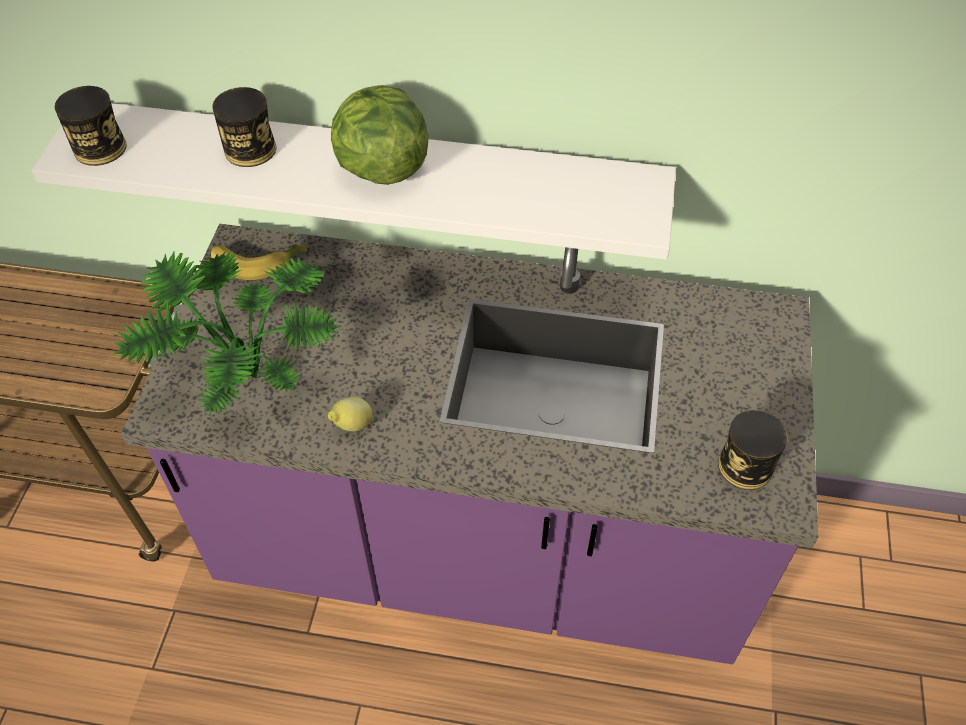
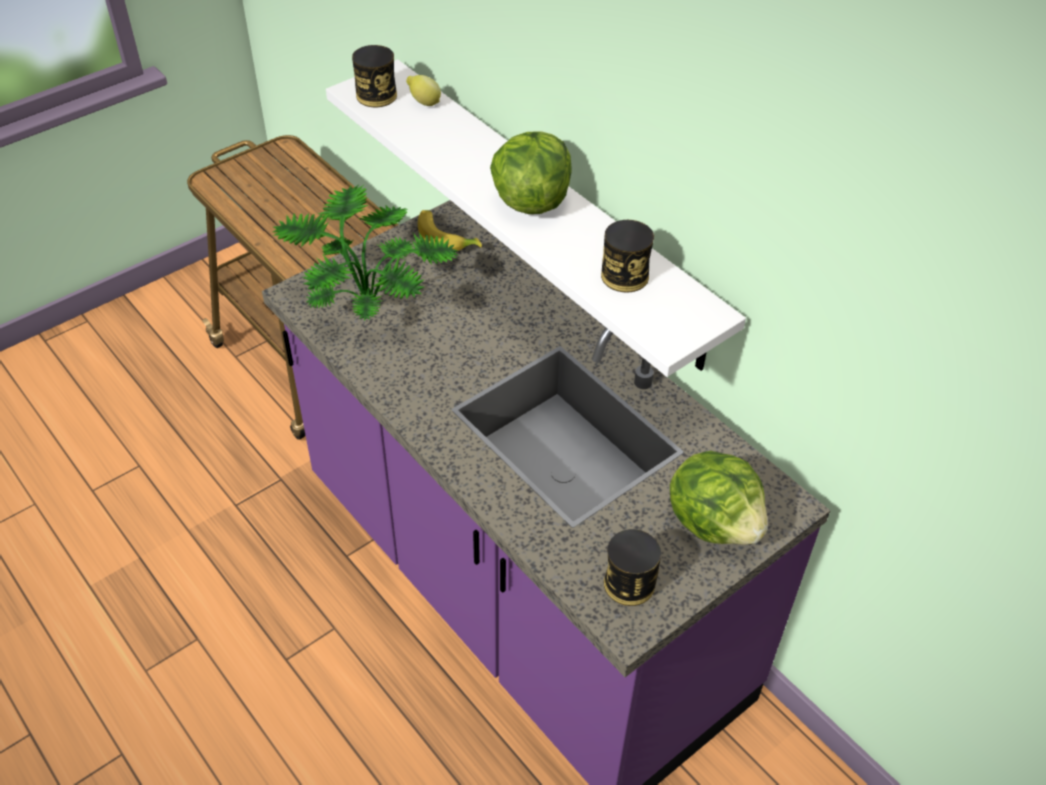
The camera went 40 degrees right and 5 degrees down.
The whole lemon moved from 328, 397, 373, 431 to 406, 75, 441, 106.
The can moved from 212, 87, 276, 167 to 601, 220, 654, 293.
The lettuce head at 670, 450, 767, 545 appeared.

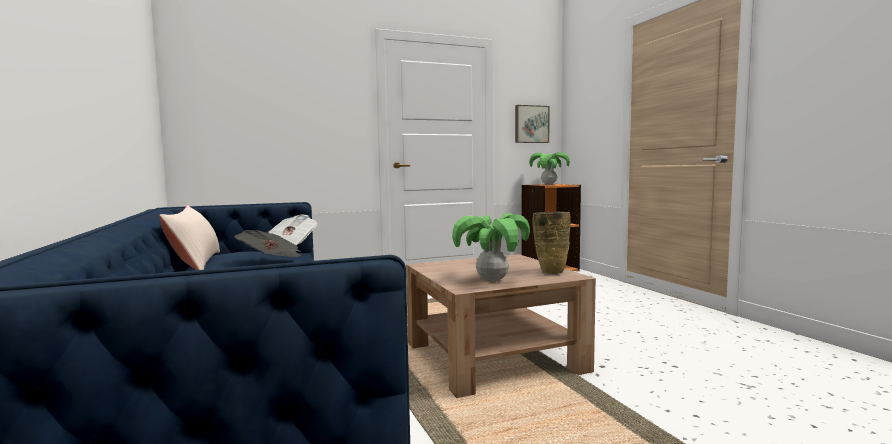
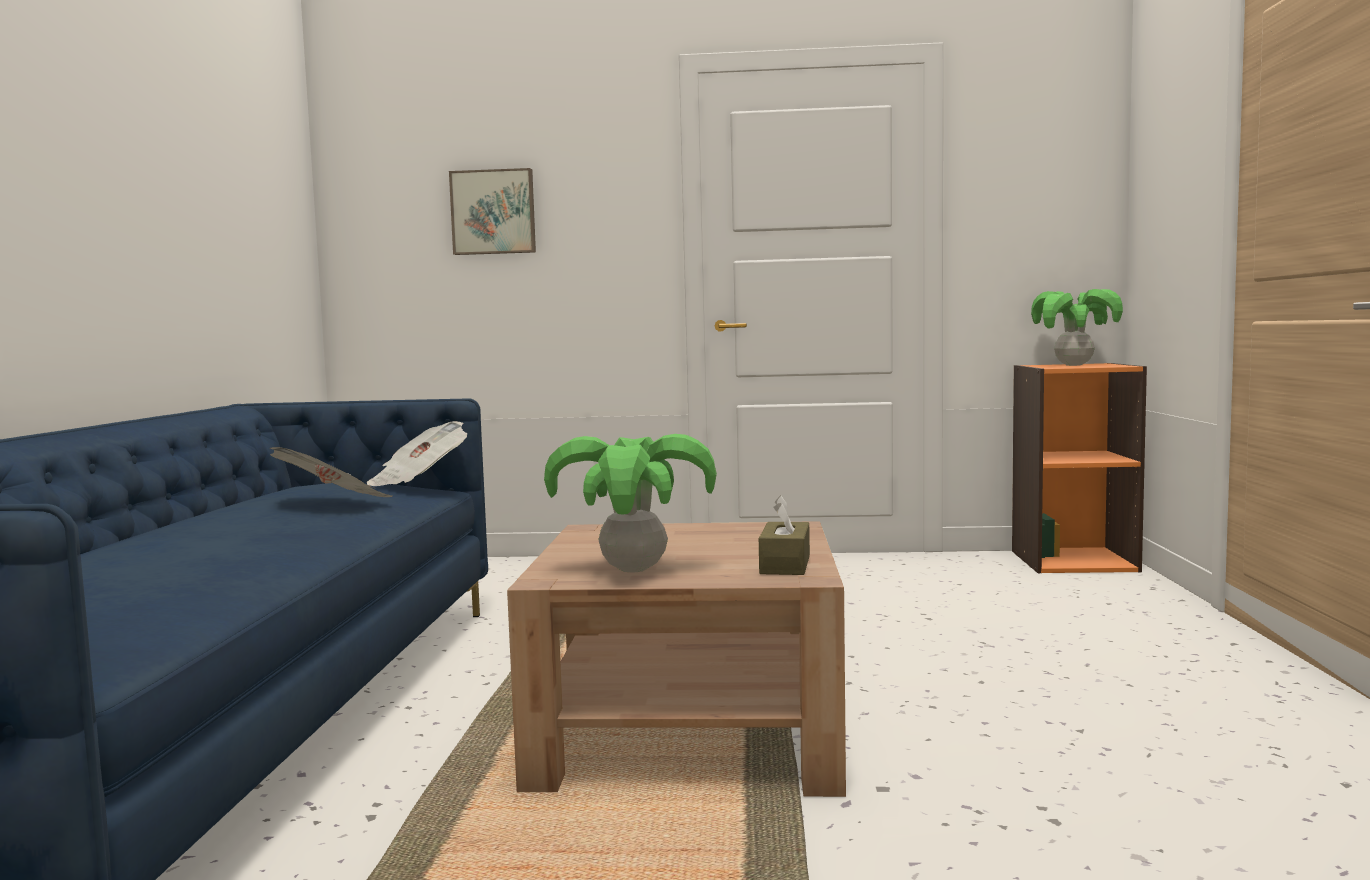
The camera went 25 degrees right and 0 degrees up.
The picture moved from 515, 105, 550, 143 to 449, 168, 536, 255.
The beige flower vase at 532, 212, 571, 274 was replaced by the brownish tissue box at 759, 495, 810, 575.
The beige pillow at 159, 205, 220, 270 disappeared.

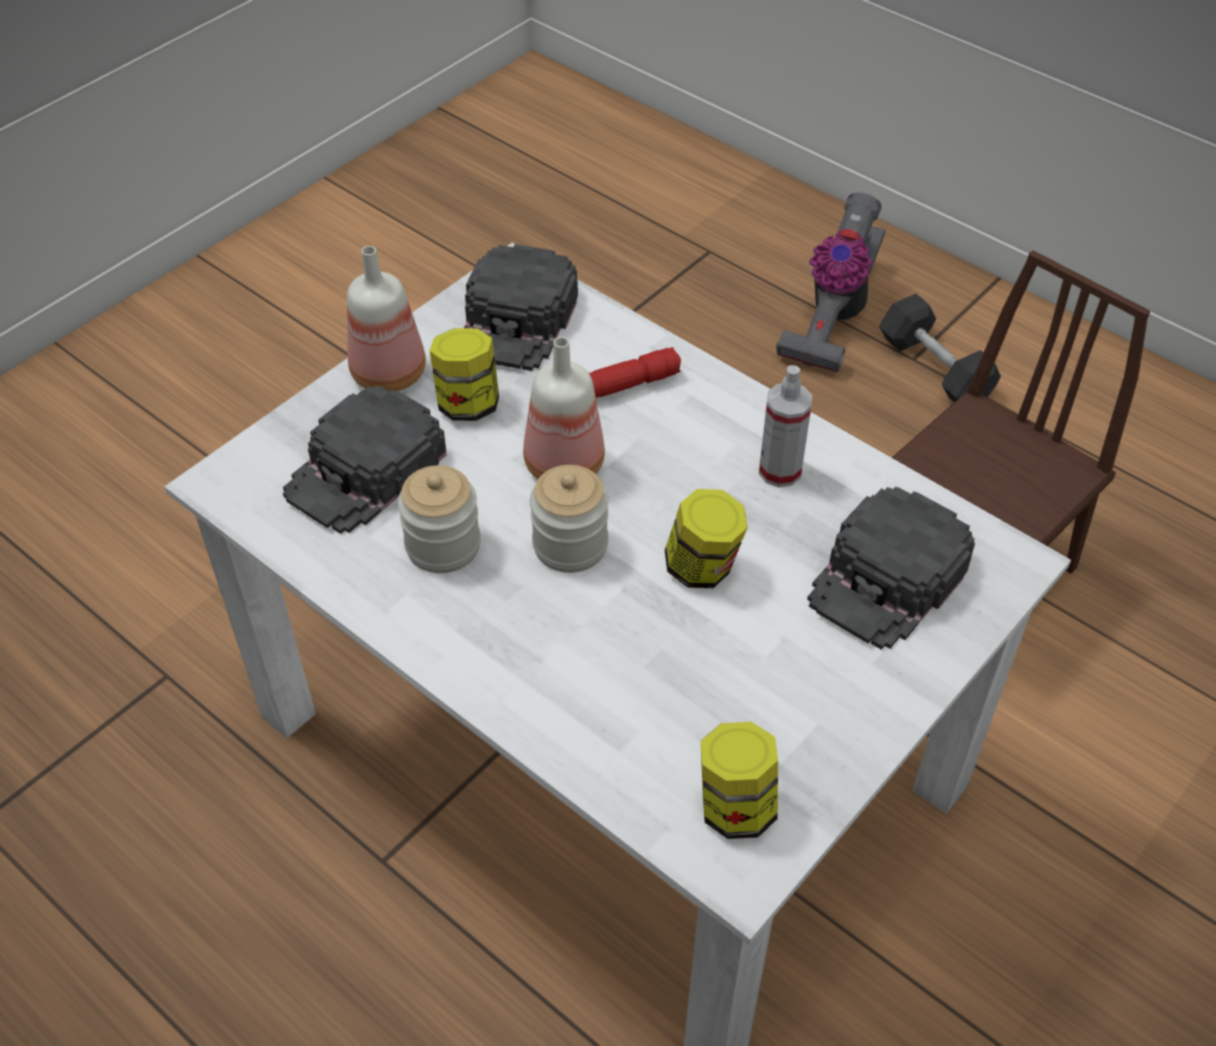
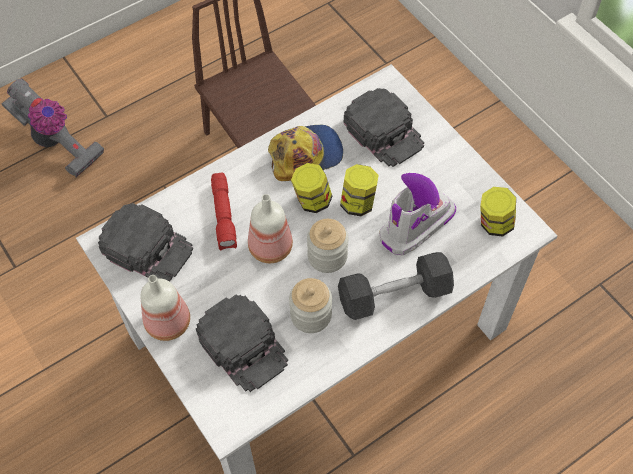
The camera went 75 degrees left and 10 degrees up.
The sprayer at 759, 365, 812, 487 was replaced by the cap at 268, 125, 343, 181.
The jar moved from 430, 328, 499, 421 to 291, 163, 332, 213.
The greyish dumbbell moved from 879, 293, 1001, 402 to 338, 252, 454, 320.
The high-top boot at 380, 173, 456, 256 appeared.

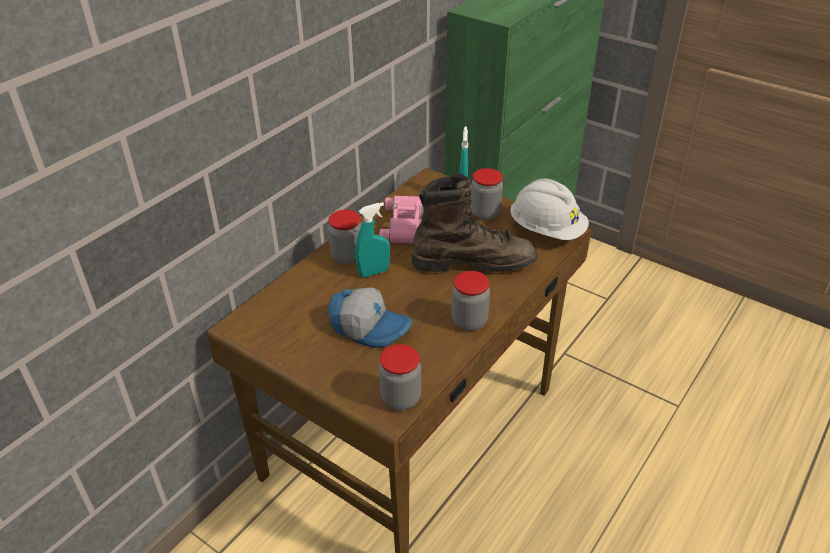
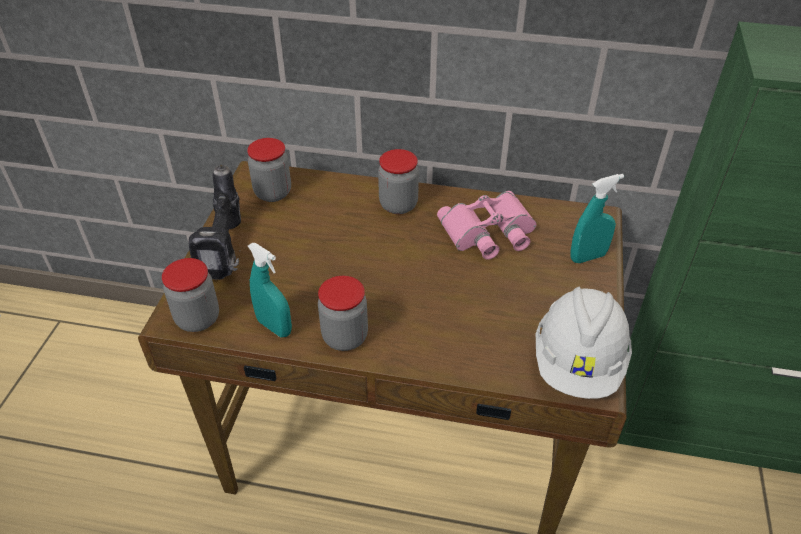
The camera went 65 degrees right and 5 degrees up.
The drill at 189, 165, 241, 280 appeared.
The jar moved from 470, 168, 503, 220 to 247, 138, 291, 202.
The turquoise-coloured sprayer moved from 355, 202, 390, 277 to 248, 243, 292, 337.
The cap at 328, 287, 412, 348 disappeared.
The brownish high-top boot at 412, 173, 537, 272 disappeared.

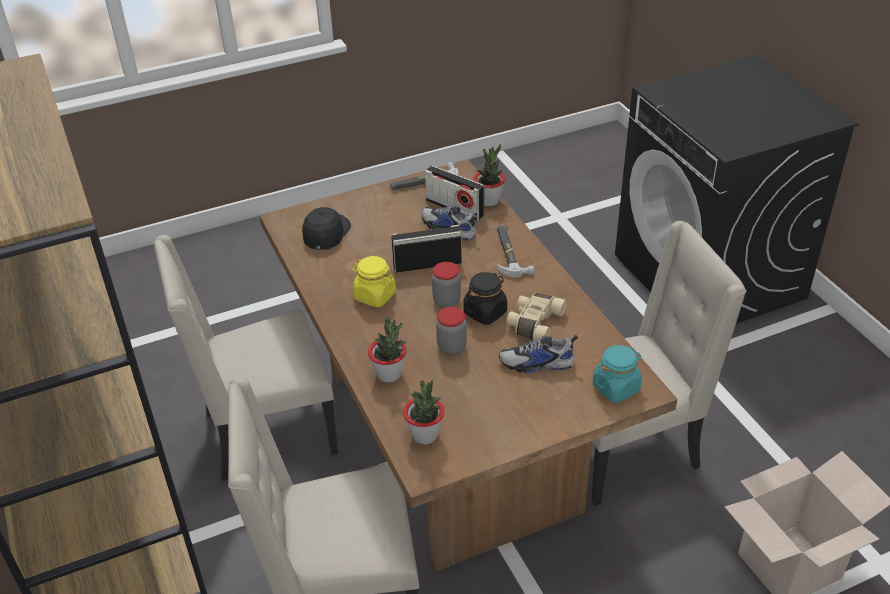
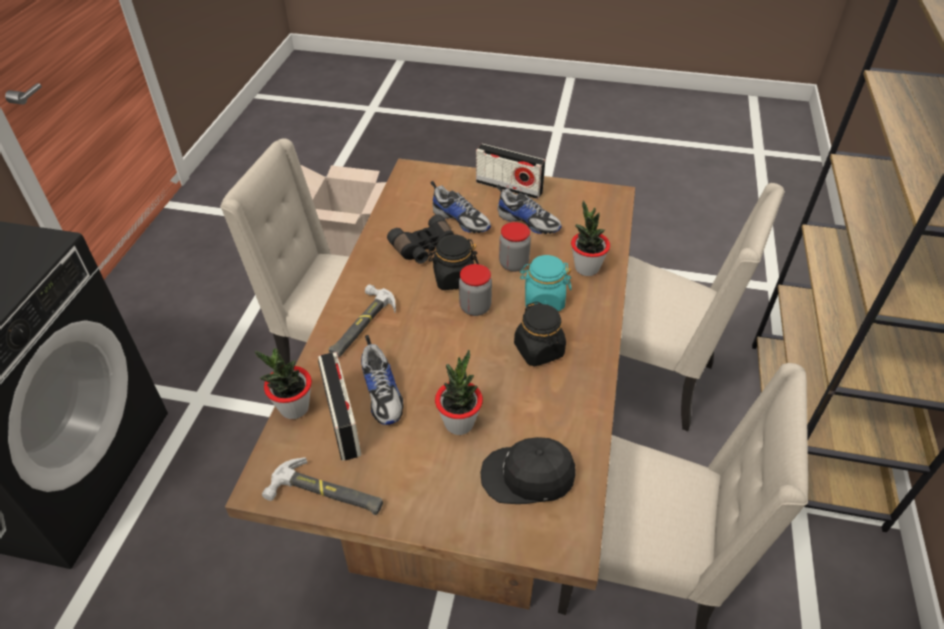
The camera went 145 degrees left and 5 degrees up.
The beige binoculars at 506, 293, 566, 341 became the black binoculars at 387, 214, 454, 264.
The plant in a pot moved from 403, 380, 445, 444 to 435, 350, 483, 435.
The radio receiver moved from 391, 225, 462, 273 to 476, 144, 545, 199.
The black cap at 302, 207, 351, 250 turned 45 degrees clockwise.
The low shoe at 497, 184, 562, 234 appeared.
The yellow-coloured jar at 352, 256, 396, 307 became the black jar at 514, 301, 566, 367.
The turquoise-coloured jar moved from 593, 345, 642, 403 to 520, 255, 572, 311.

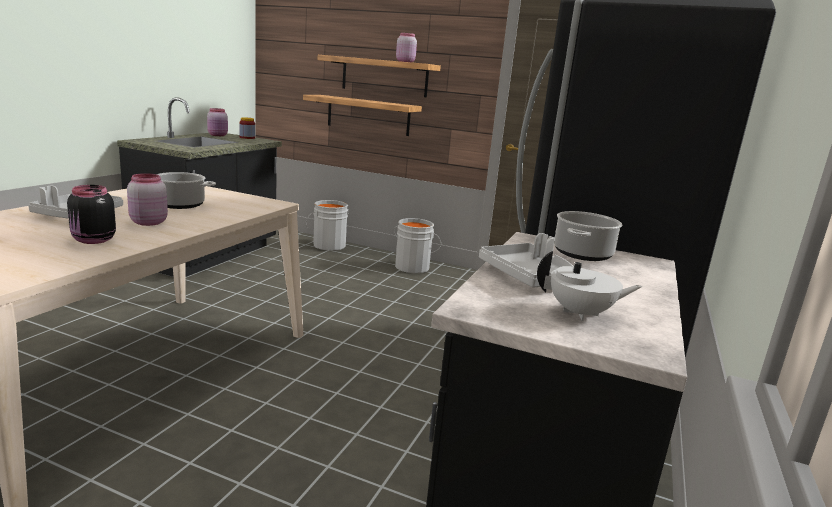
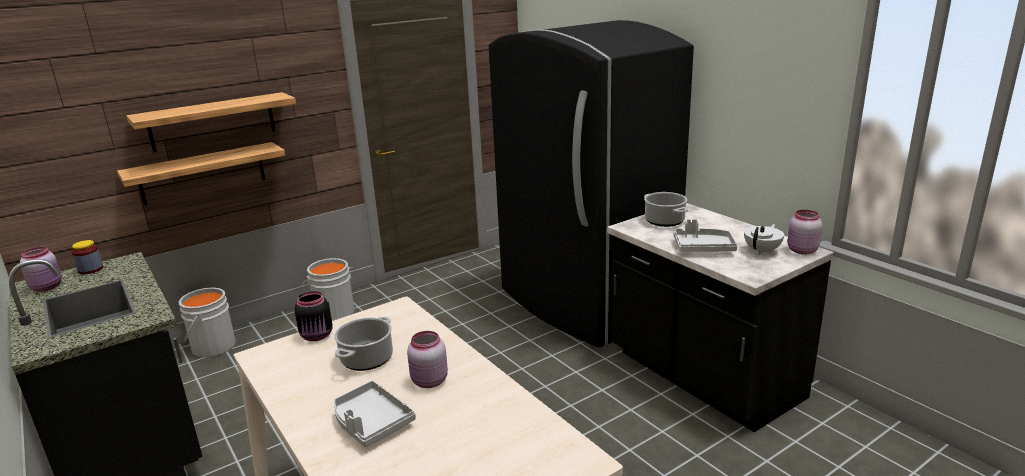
The camera went 55 degrees left and 5 degrees up.
The black jar moved from 67, 185, 116, 244 to 295, 291, 333, 341.
The pink-coloured jar moved from 396, 33, 417, 62 to 788, 210, 822, 255.

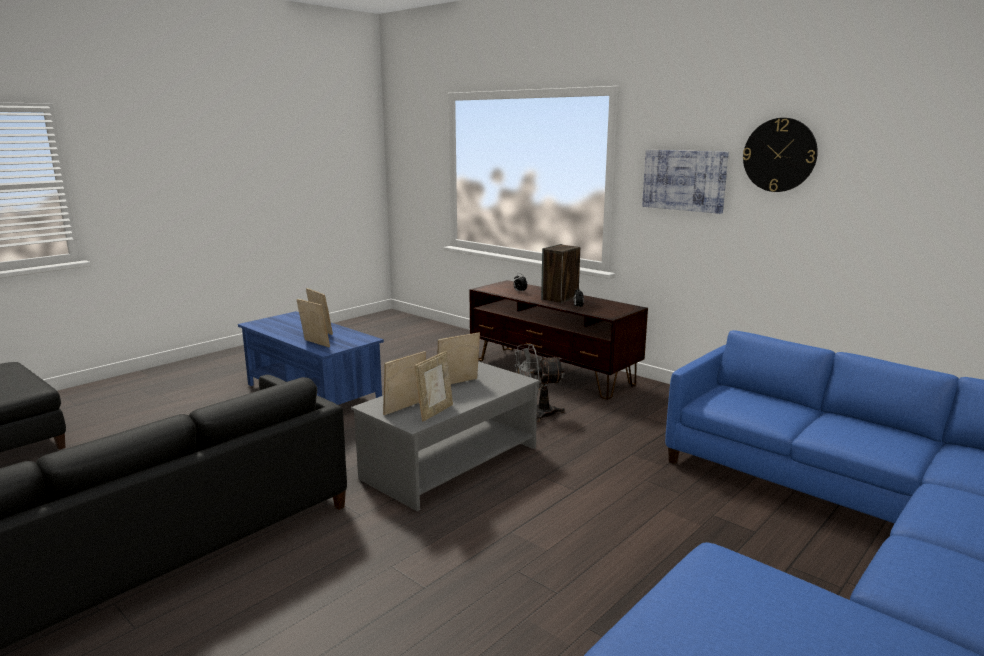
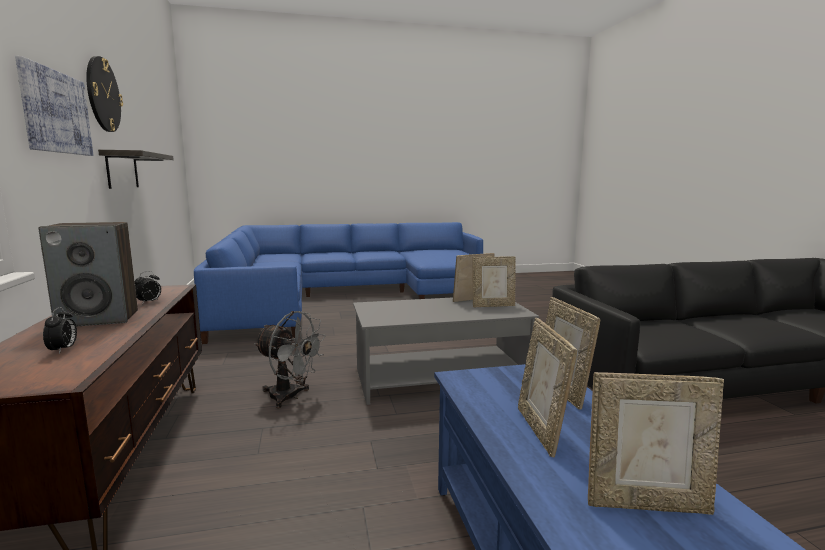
The camera went 145 degrees left and 5 degrees down.
The bracket shelf at 98, 150, 174, 189 appeared.
The standing frame moved from 437, 332, 480, 384 to 588, 372, 724, 515.

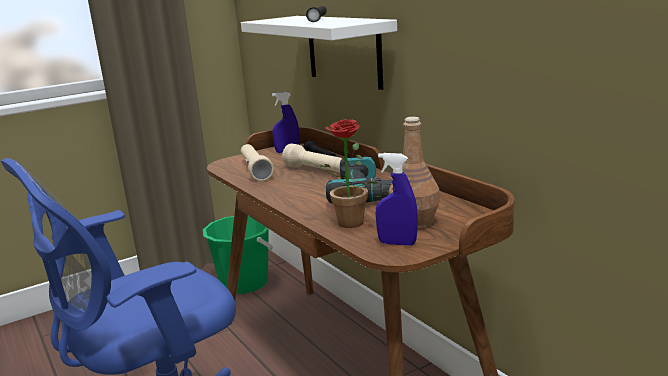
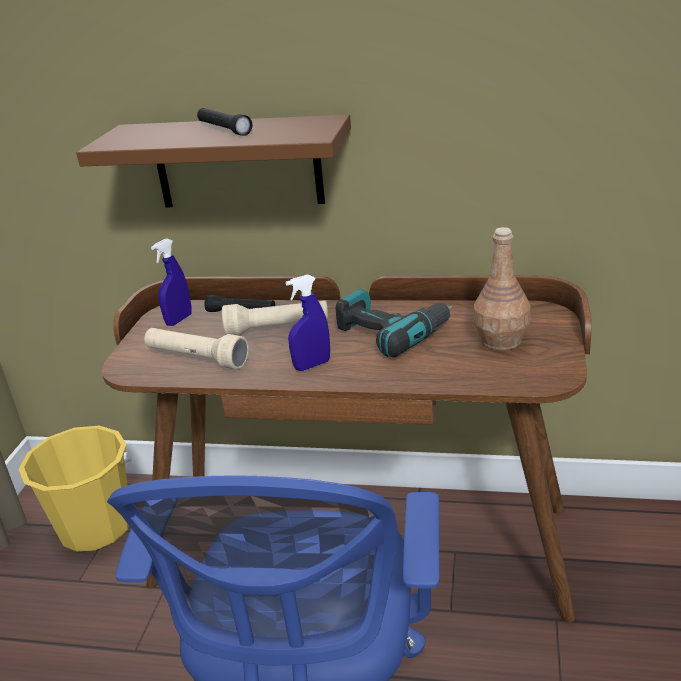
The camera went 45 degrees left and 10 degrees up.
The green-coloured bucket at 203, 216, 273, 294 became the yellow-coloured bucket at 19, 426, 132, 552.
The white-coloured bracket shelf at 241, 16, 397, 90 became the brownish bracket shelf at 76, 114, 351, 207.
The blue sprayer moved from 376, 153, 418, 246 to 286, 274, 330, 371.
The plant in a pot at 304, 119, 378, 228 disappeared.

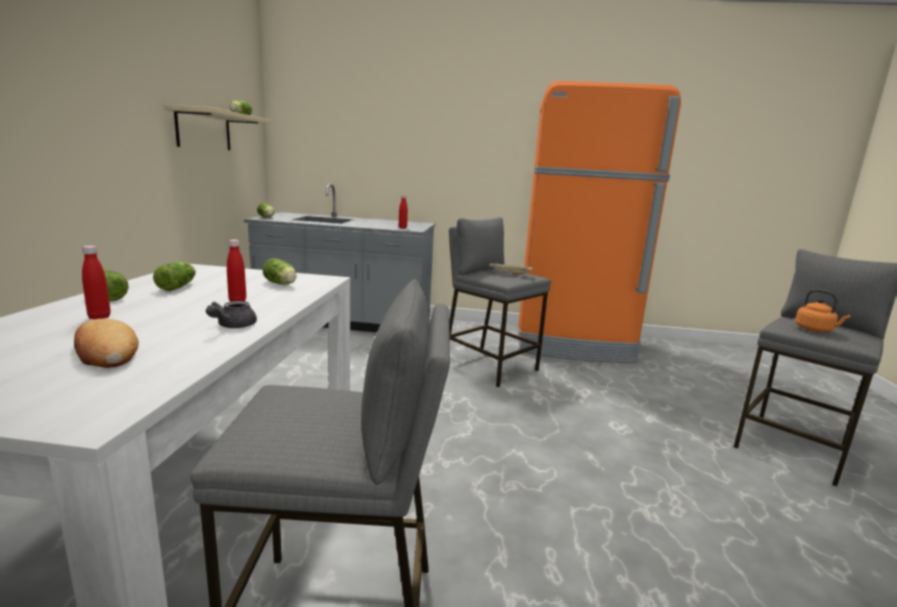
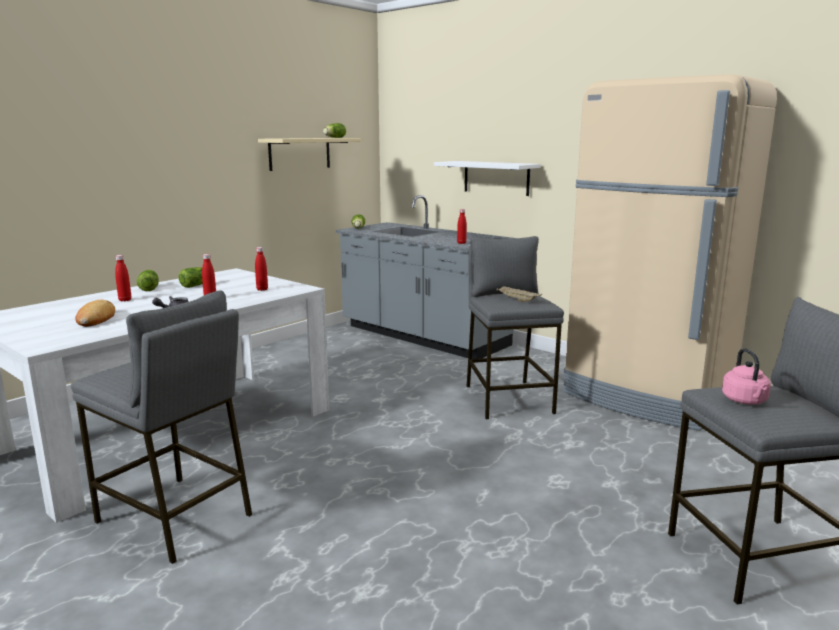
The camera went 35 degrees right and 0 degrees up.
The lettuce head at 263, 258, 297, 285 was replaced by the red-coloured beverage bottle at 255, 247, 268, 291.
The white-coloured bracket shelf at 434, 161, 541, 196 appeared.
The orangey kitchen fridge at 518, 81, 681, 363 became the beige kitchen fridge at 563, 74, 777, 431.
The orangey water kettle at 795, 289, 851, 332 became the pink-coloured water kettle at 722, 348, 771, 405.

